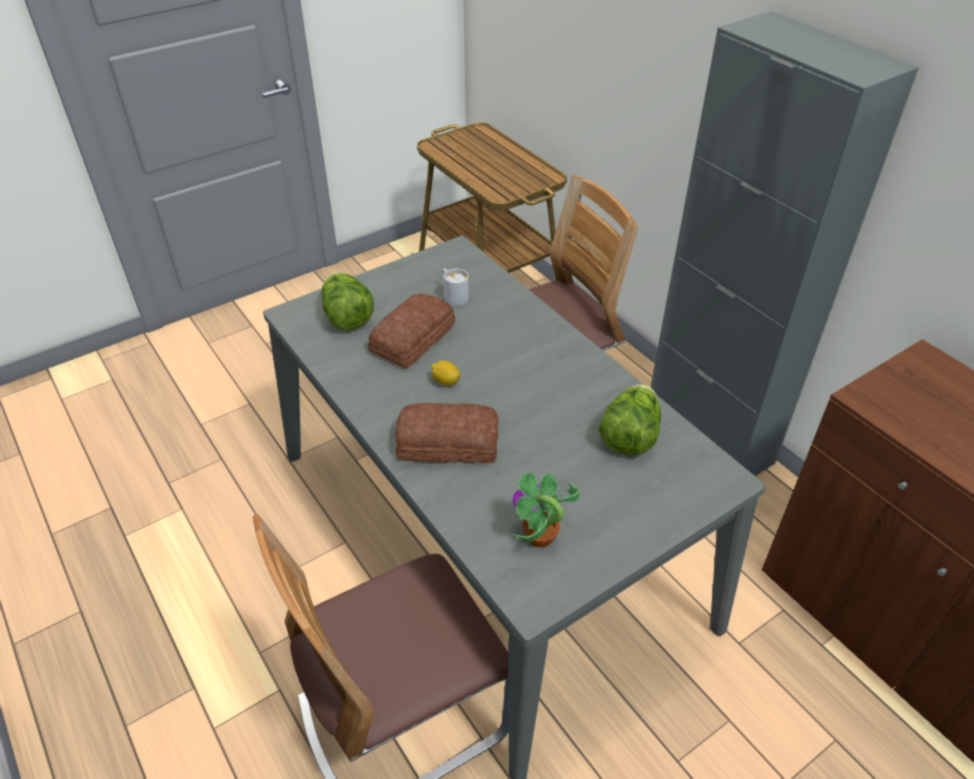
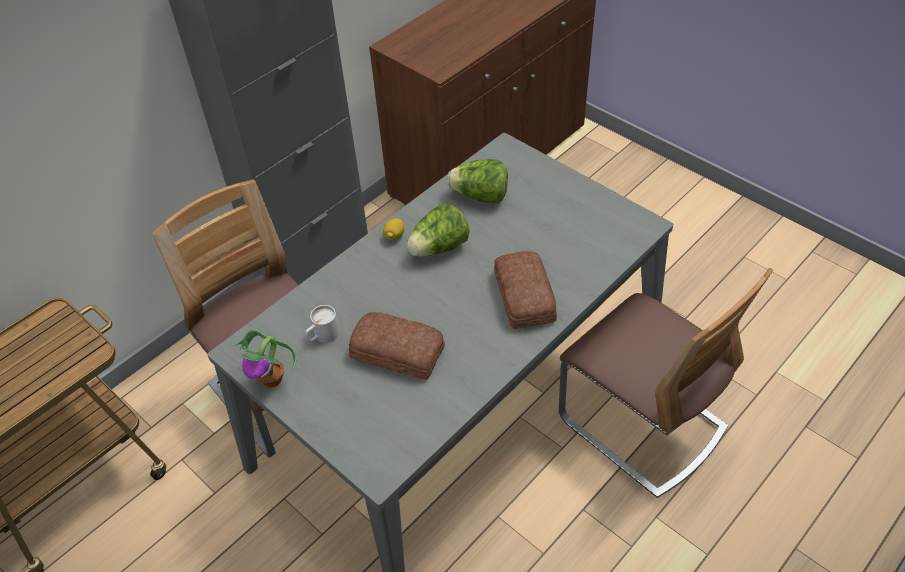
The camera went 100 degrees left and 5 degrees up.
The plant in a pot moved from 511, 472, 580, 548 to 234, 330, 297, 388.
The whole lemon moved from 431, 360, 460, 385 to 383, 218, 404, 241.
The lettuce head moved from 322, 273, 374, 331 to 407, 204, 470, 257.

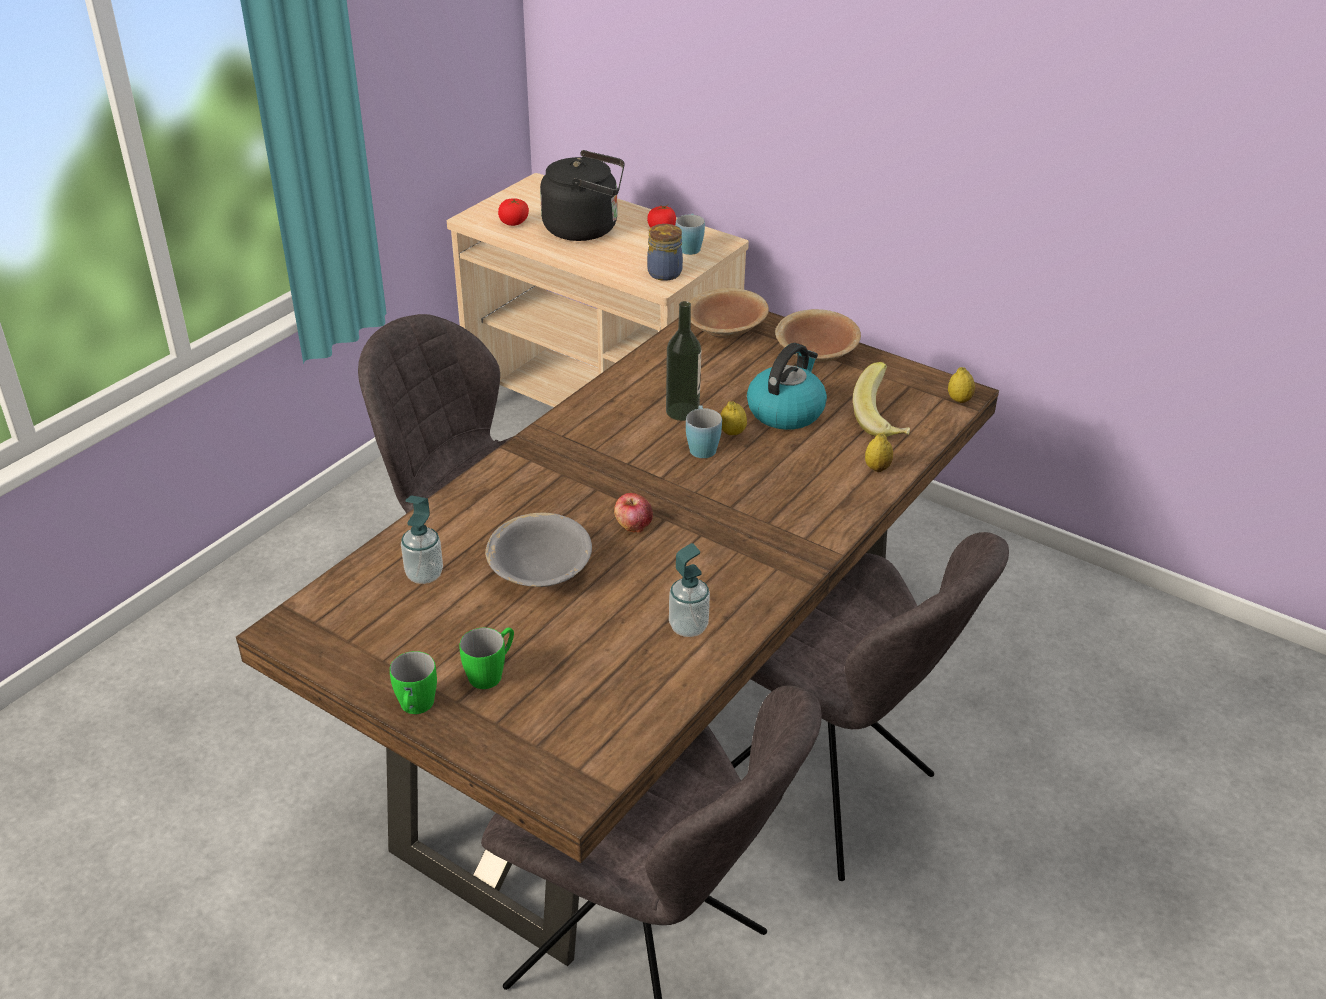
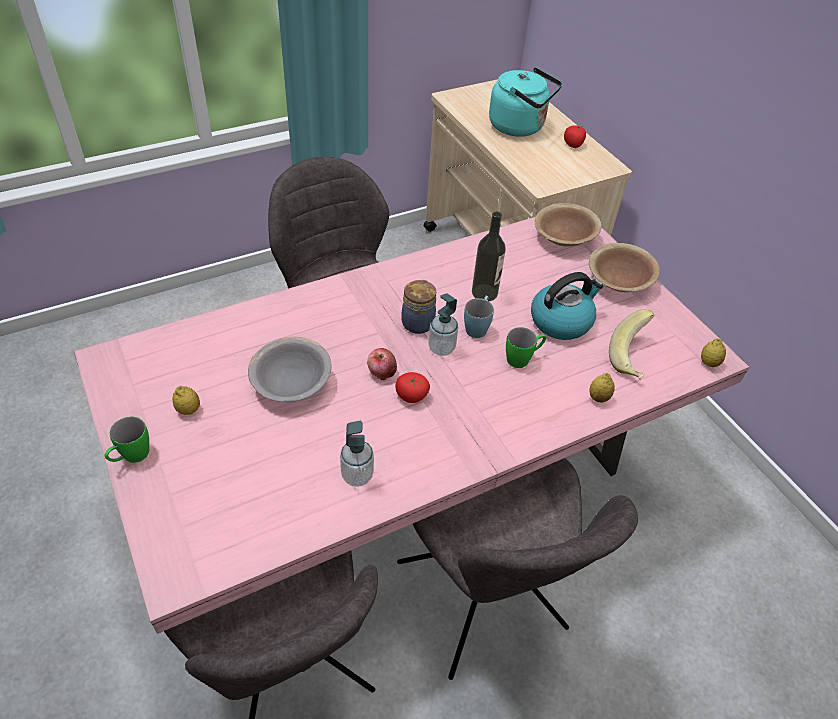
The camera went 25 degrees right and 10 degrees up.
The brownish dining table at 236, 312, 999, 966 became the pink-coloured dining table at 74, 217, 750, 634.
The whole lemon moved from 720, 401, 747, 435 to 172, 386, 200, 415.
The tomato moved from 498, 198, 529, 226 to 395, 372, 430, 403.
The jar moved from 647, 224, 683, 281 to 401, 280, 436, 334.
The soap bottle moved from 401, 496, 443, 584 to 428, 293, 458, 356.
The black water kettle at 540, 150, 625, 241 became the turquoise-coloured water kettle at 489, 67, 562, 137.
The green-coloured mug moved from 459, 627, 514, 689 to 506, 327, 546, 368.
The blue mug at 676, 214, 705, 255 disappeared.

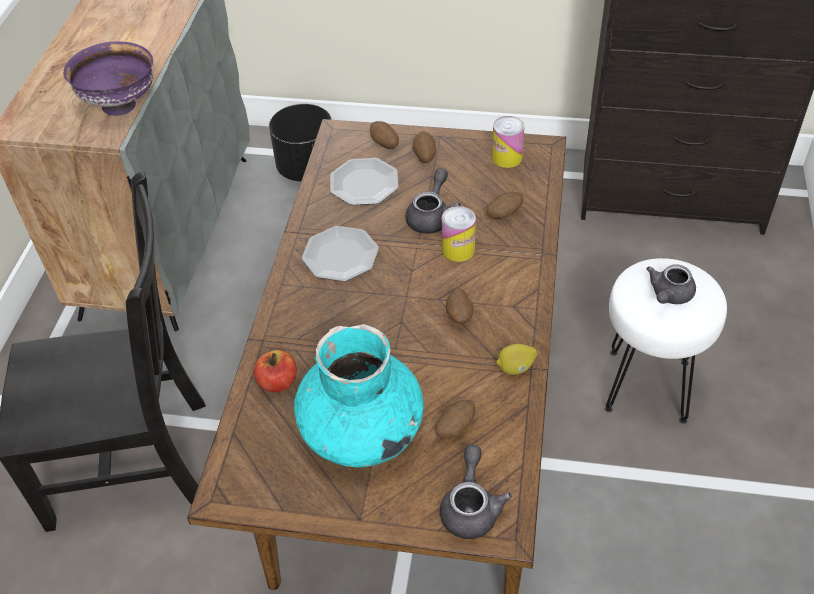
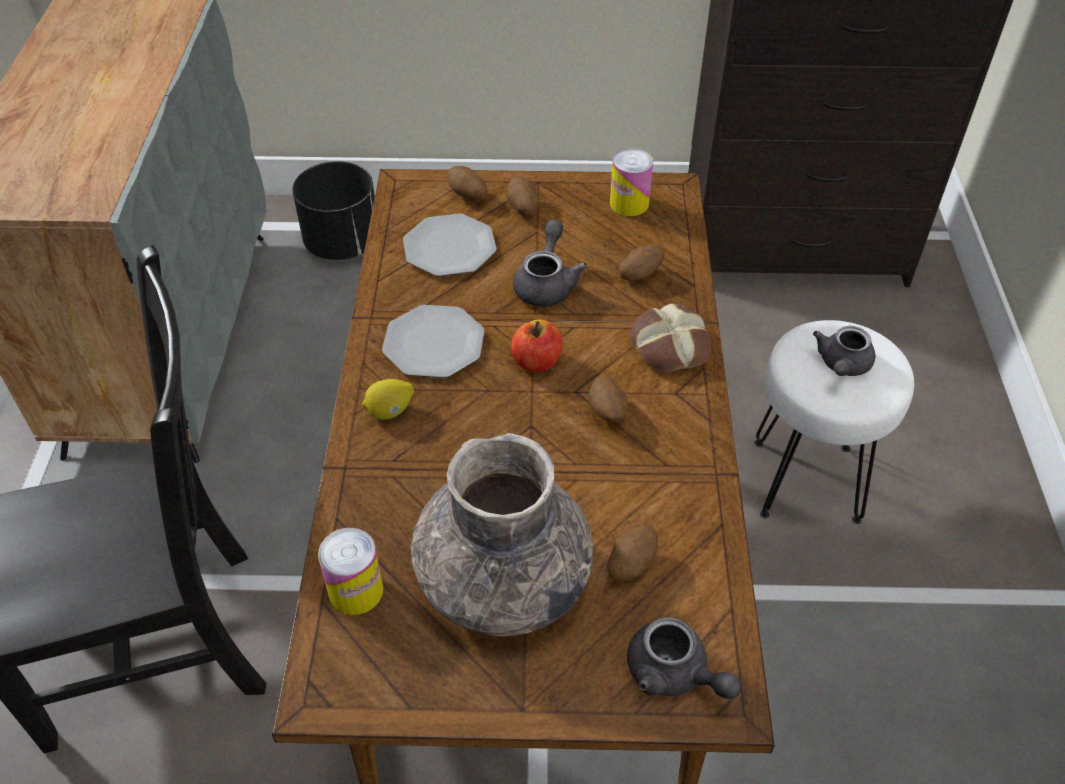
The camera went 10 degrees left and 0 degrees up.
The can moved from 442, 206, 476, 262 to 318, 528, 383, 615.
The whole lemon moved from 496, 344, 537, 375 to 362, 379, 414, 419.
The turquoise-coloured flower vase at 294, 324, 424, 467 became the greyish flower vase at 411, 433, 593, 636.
The apple fruit moved from 254, 350, 297, 392 to 511, 319, 563, 372.
The greyish tea pot at 440, 445, 512, 539 turned 135 degrees clockwise.
The bakery bread at 630, 303, 711, 372 appeared.
The purplish serving bowl at 63, 41, 153, 116 disappeared.

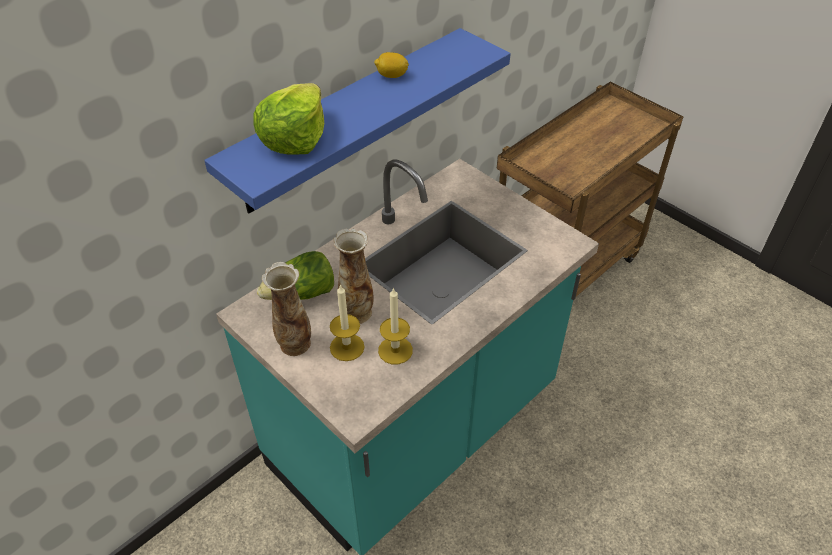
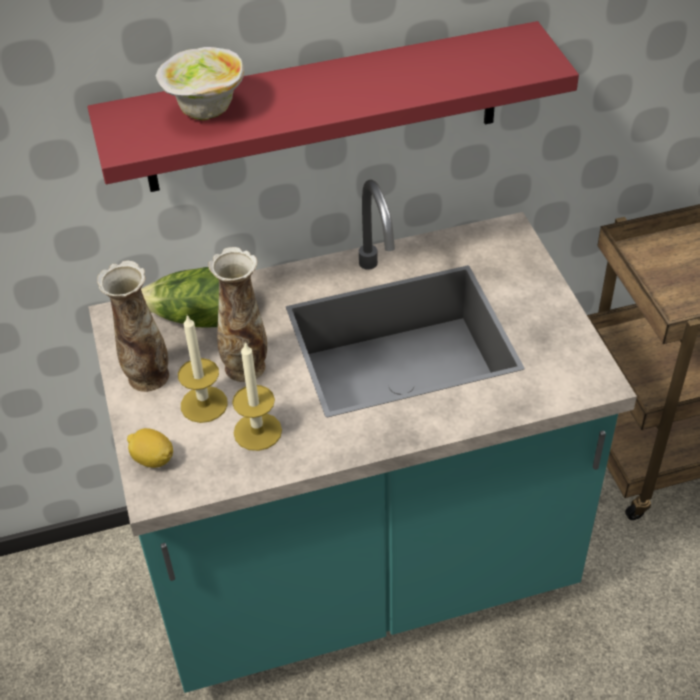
The camera went 30 degrees right and 0 degrees up.
The blue bracket shelf at 204, 28, 511, 213 became the red-coloured bracket shelf at 87, 21, 579, 192.
The whole lemon moved from 374, 52, 409, 78 to 127, 428, 173, 468.
The lettuce head at 253, 83, 324, 155 was replaced by the serving bowl at 156, 47, 244, 120.

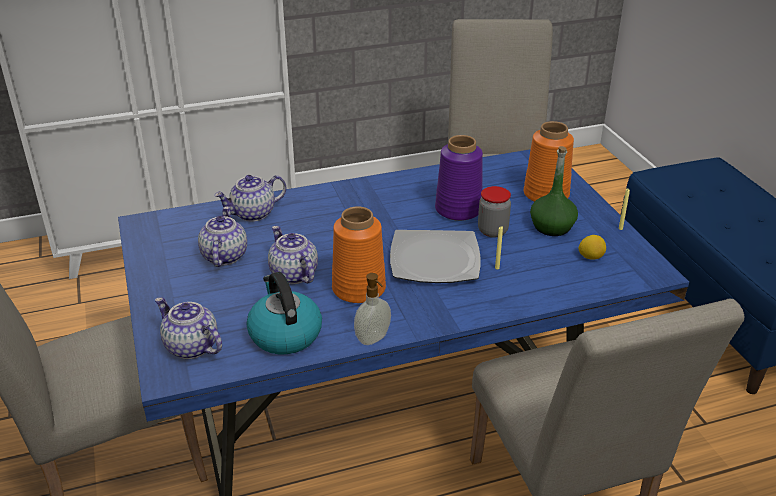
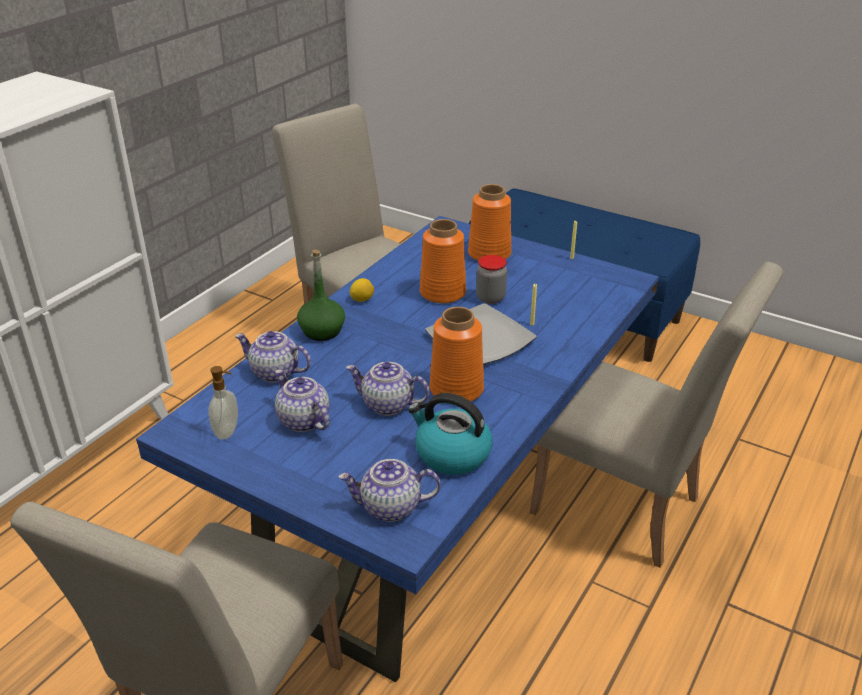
The camera went 40 degrees left and 0 degrees up.
The soap bottle moved from 354, 273, 391, 345 to 208, 366, 238, 440.
The tea pot at 214, 175, 286, 222 turned 90 degrees clockwise.
The green-coloured beverage bottle moved from 530, 146, 578, 236 to 297, 250, 345, 341.
The whole lemon moved from 578, 235, 606, 260 to 350, 278, 374, 302.
The purplish flower vase at 435, 135, 483, 221 became the orangey flower vase at 420, 219, 466, 303.

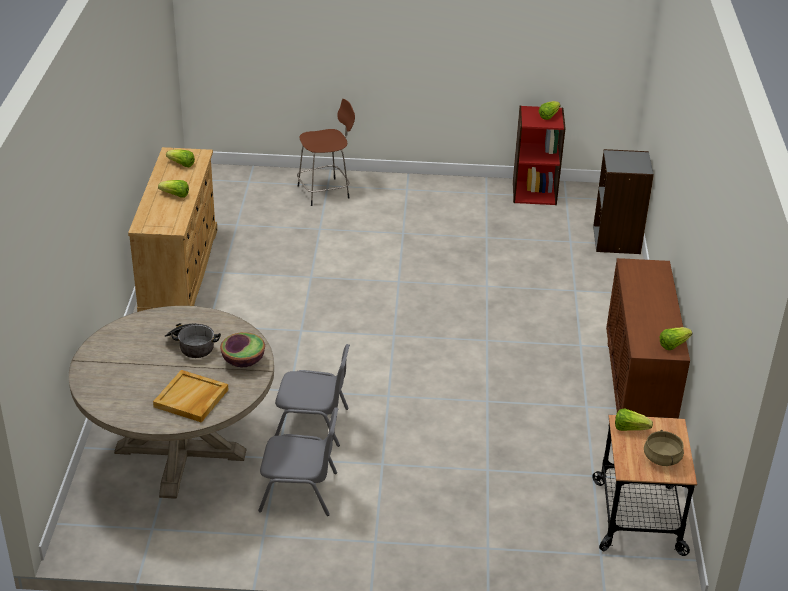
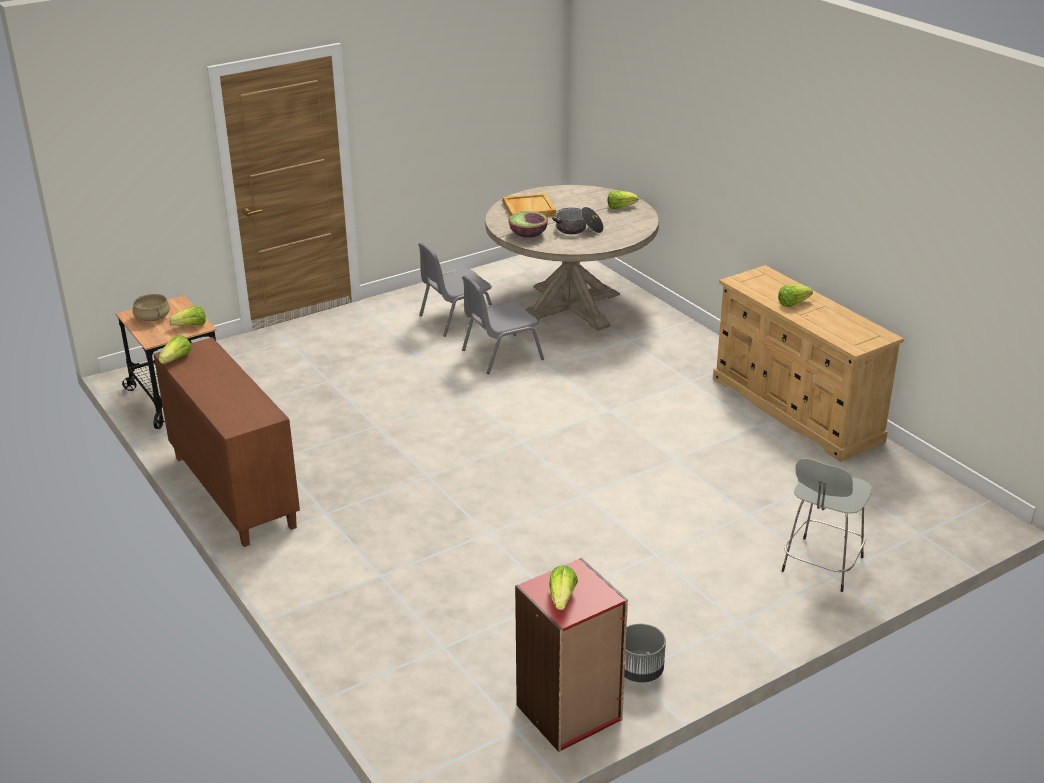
The camera went 145 degrees right and 5 degrees down.
The lettuce head moved from 166, 150, 195, 167 to 608, 190, 638, 209.
The greyish planter at 624, 624, 666, 683 appeared.
The brownish stool seat at 297, 99, 355, 206 became the greyish stool seat at 782, 458, 872, 592.
The greyish bookshelf at 593, 149, 654, 254 disappeared.

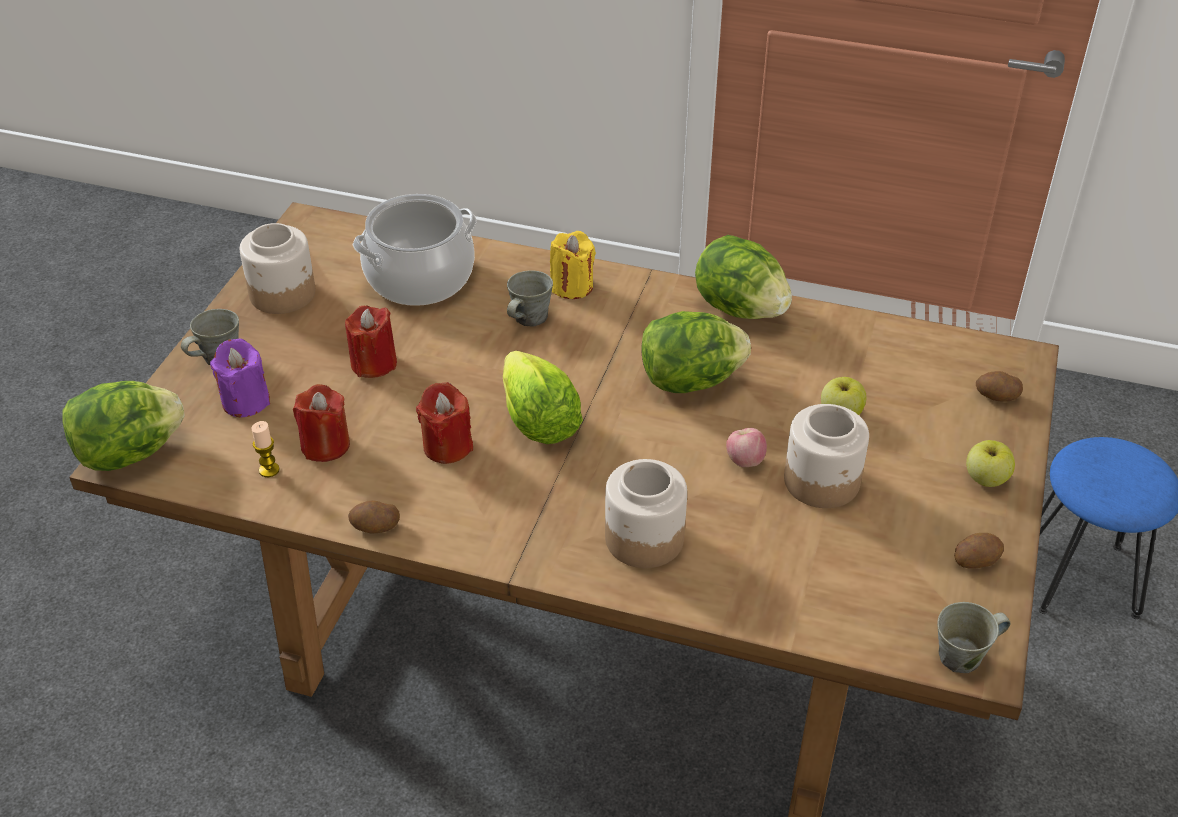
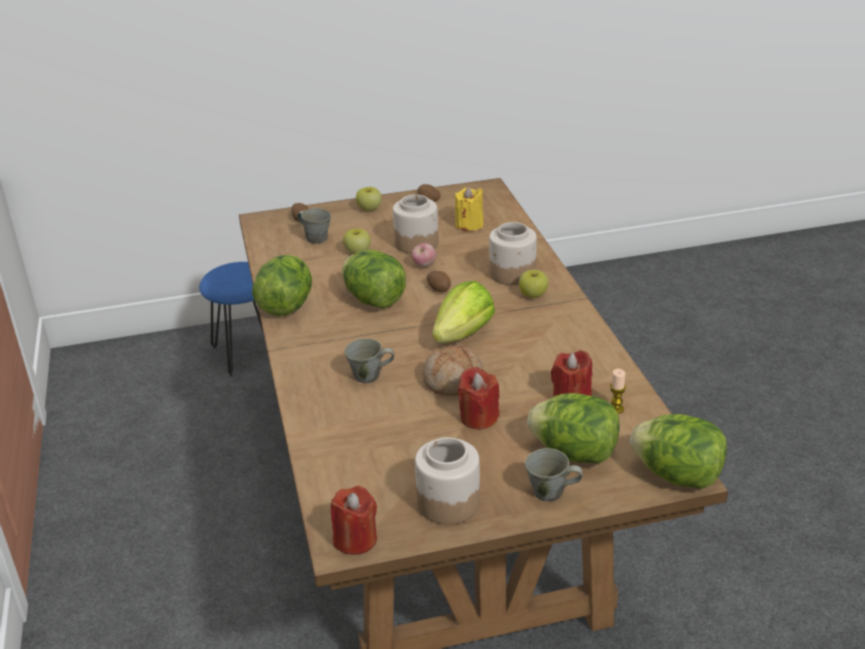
The camera went 120 degrees left and 10 degrees down.
The greyish mug moved from 937, 602, 1010, 673 to 297, 208, 331, 243.
The red-coloured candle moved from 416, 382, 473, 464 to 331, 486, 377, 555.
The bakery bread at 423, 345, 483, 396 appeared.
The spud moved from 348, 500, 400, 533 to 426, 271, 451, 292.
The yellow-coloured candle moved from 550, 231, 596, 299 to 455, 186, 483, 231.
The apple fruit at 519, 270, 549, 298 appeared.
The purplish candle at 210, 338, 270, 418 was replaced by the lettuce head at 527, 393, 620, 464.
The stockpot at 353, 194, 477, 306 disappeared.

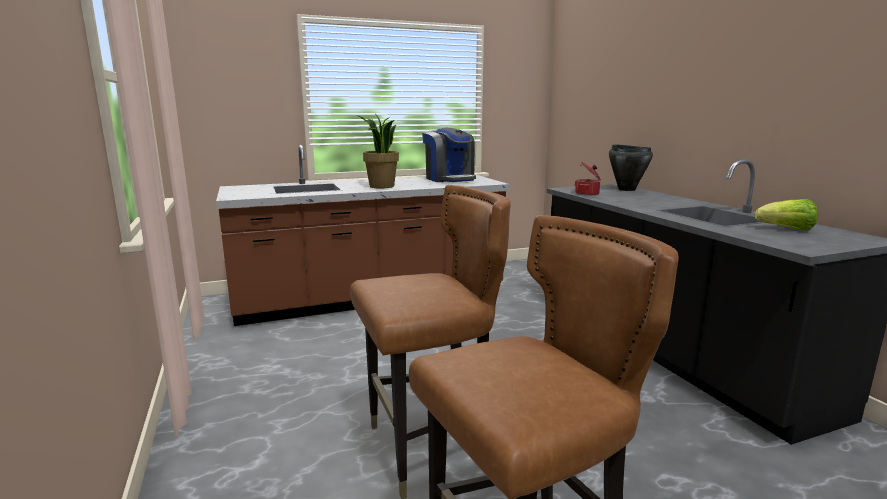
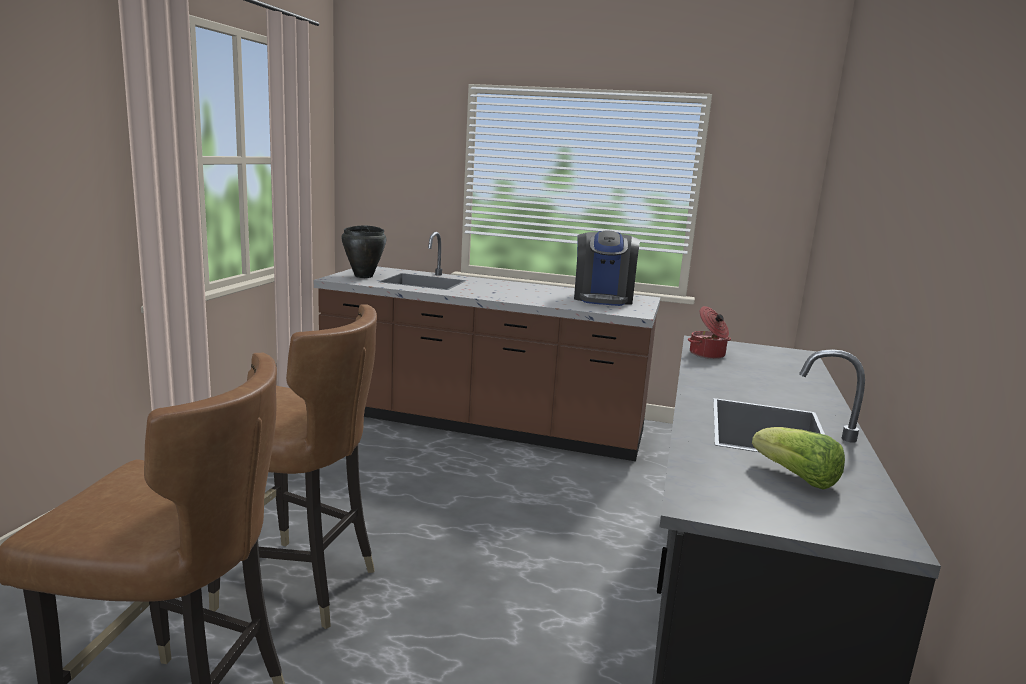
The camera went 35 degrees right and 0 degrees up.
The black stockpot moved from 609, 144, 653, 191 to 341, 225, 386, 278.
The plant in a pot at 357, 115, 399, 188 disappeared.

